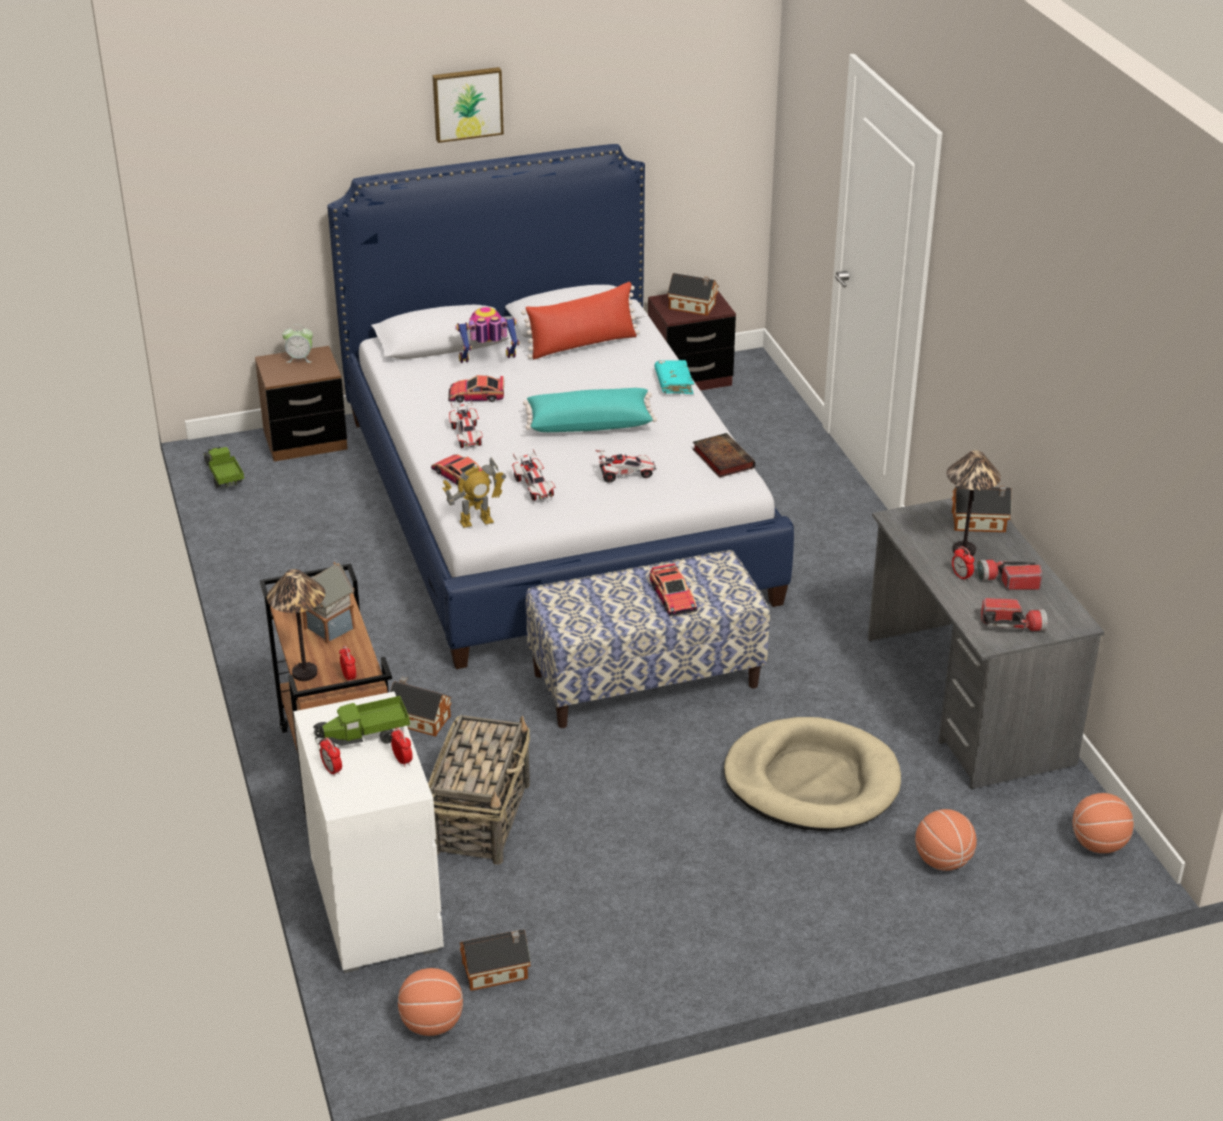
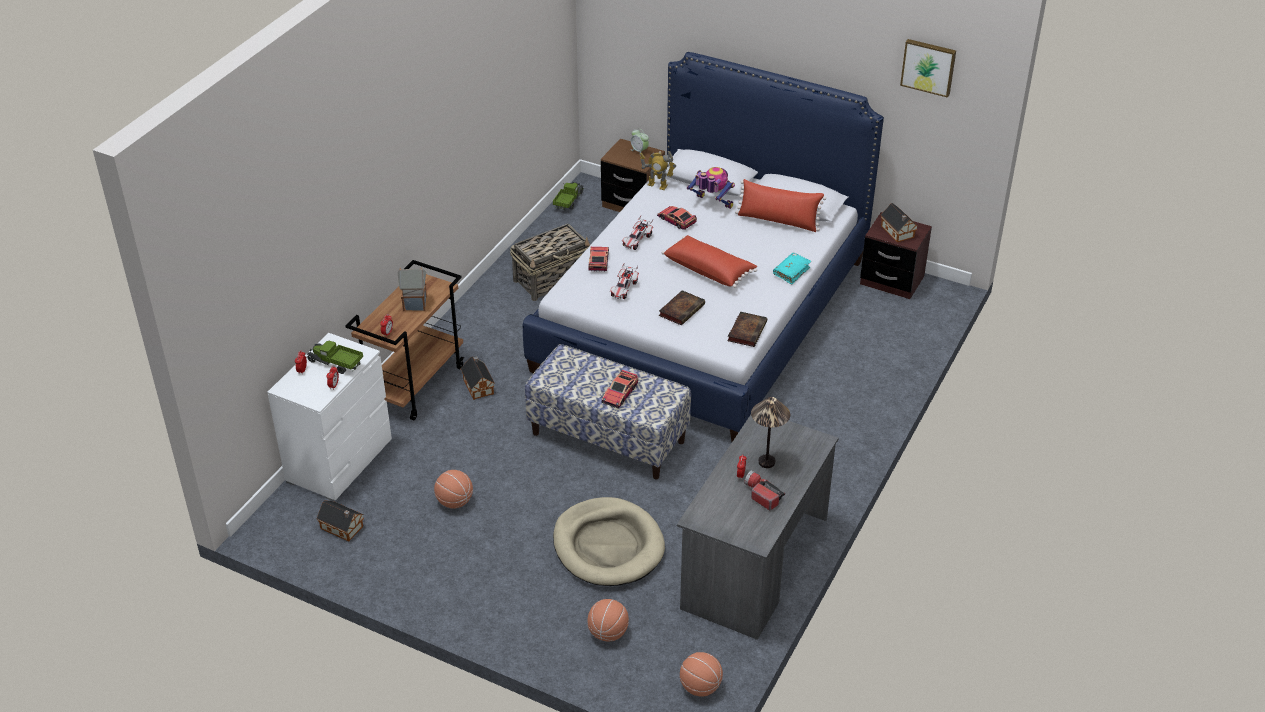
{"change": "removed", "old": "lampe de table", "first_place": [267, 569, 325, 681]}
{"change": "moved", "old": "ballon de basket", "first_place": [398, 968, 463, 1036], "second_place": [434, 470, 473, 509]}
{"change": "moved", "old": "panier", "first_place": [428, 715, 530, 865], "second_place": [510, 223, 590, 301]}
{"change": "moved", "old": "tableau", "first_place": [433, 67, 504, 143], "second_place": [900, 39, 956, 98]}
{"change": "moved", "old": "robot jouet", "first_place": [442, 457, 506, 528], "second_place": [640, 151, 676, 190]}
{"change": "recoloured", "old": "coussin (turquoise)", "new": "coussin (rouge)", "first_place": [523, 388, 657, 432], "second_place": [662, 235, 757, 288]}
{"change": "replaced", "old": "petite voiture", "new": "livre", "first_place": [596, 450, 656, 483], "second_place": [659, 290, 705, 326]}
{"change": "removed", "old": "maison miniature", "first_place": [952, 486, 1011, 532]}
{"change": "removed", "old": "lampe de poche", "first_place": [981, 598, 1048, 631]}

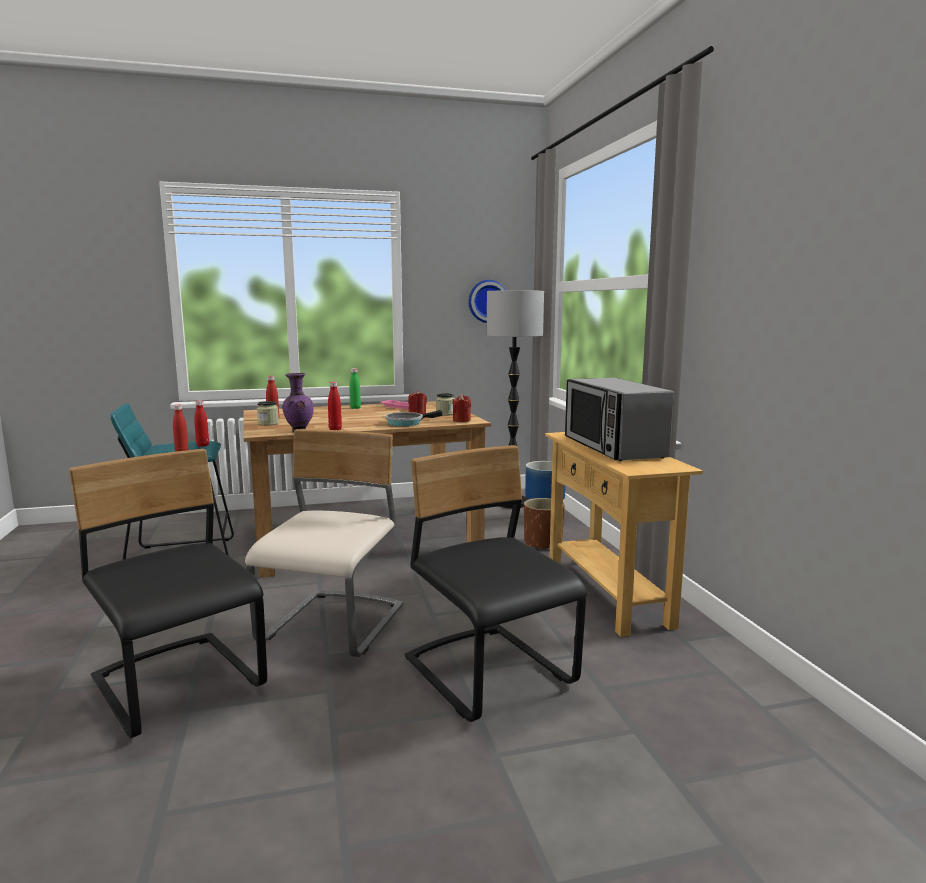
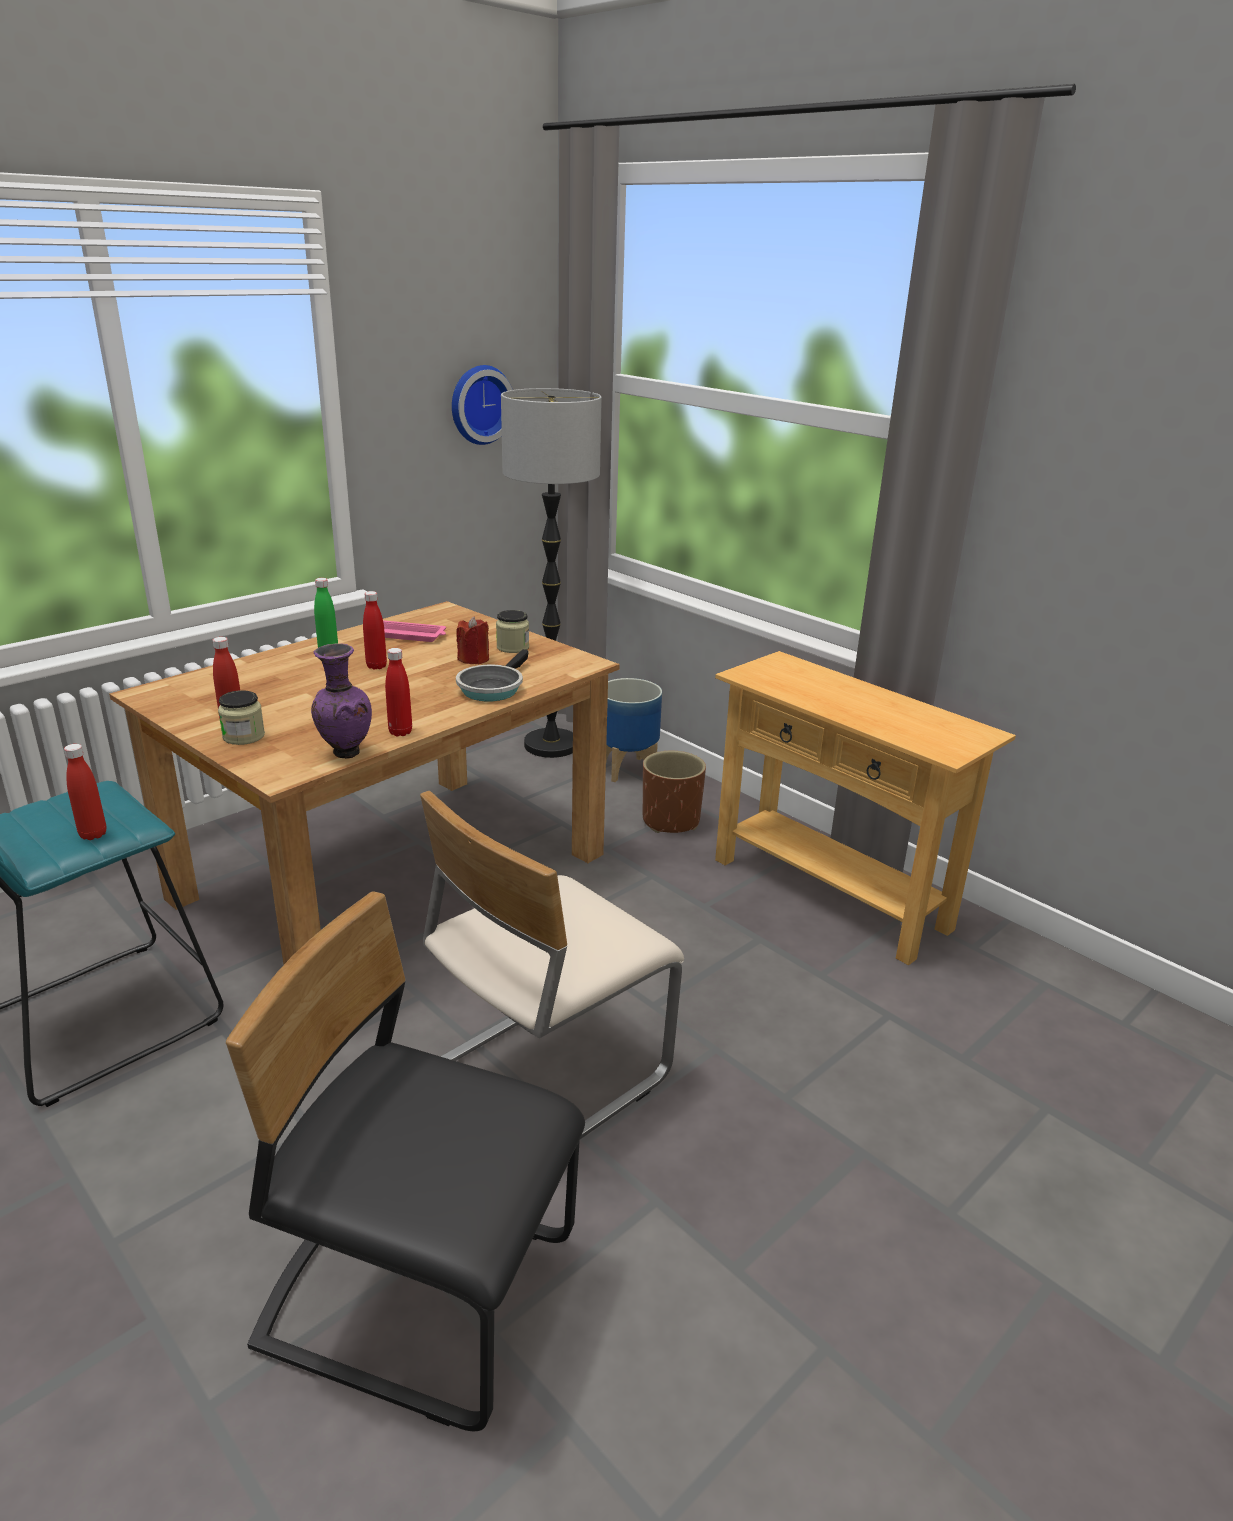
{"change": "moved", "old": "bouteille (rouge)", "first_place": [194, 400, 209, 447], "second_place": [363, 591, 387, 670]}
{"change": "turned", "old": "chaise (beige)", "first_place": [245, 429, 403, 657], "second_place": [420, 791, 684, 1139], "degrees": -120}
{"change": "removed", "old": "chaise (noir)", "first_place": [405, 445, 587, 722]}
{"change": "removed", "old": "bougie (rouge)", "first_place": [452, 395, 471, 422]}
{"change": "removed", "old": "micro-ondes", "first_place": [565, 378, 674, 461]}

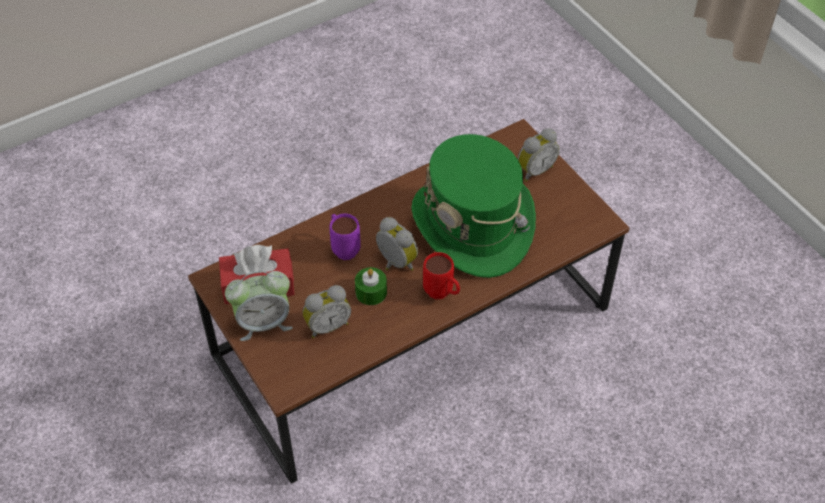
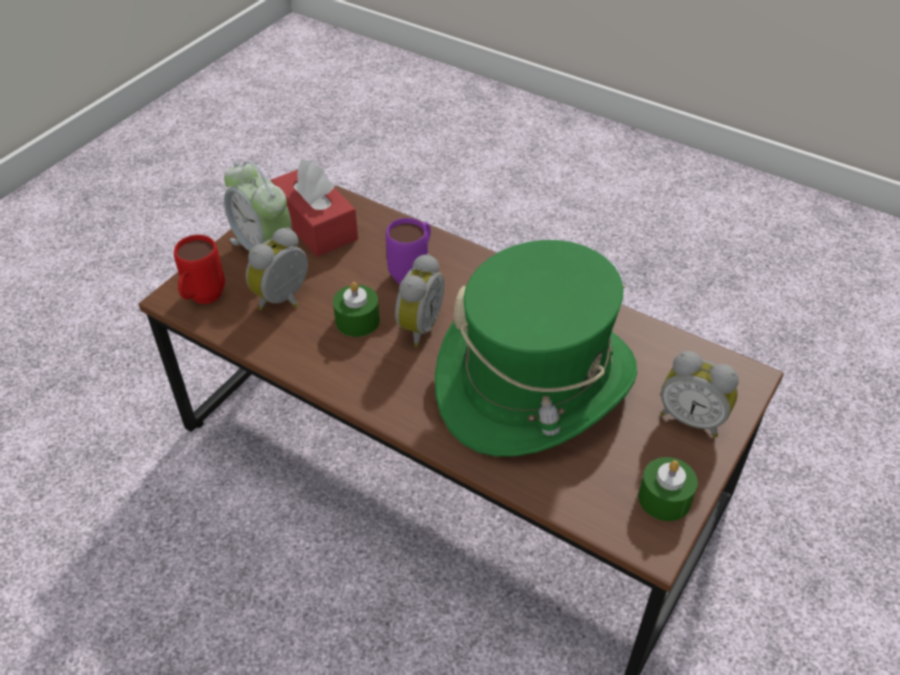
{"change": "turned", "old": "réveil", "first_place": [303, 285, 351, 338], "second_place": [246, 227, 308, 310], "degrees": 90}
{"change": "moved", "old": "mug (rouge)", "first_place": [423, 252, 460, 299], "second_place": [174, 235, 225, 304]}
{"change": "added", "new": "bougie (vert)", "second_place": [638, 457, 698, 521]}

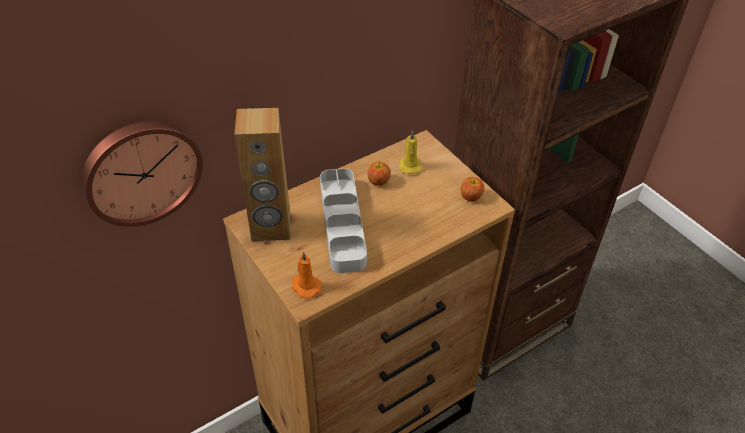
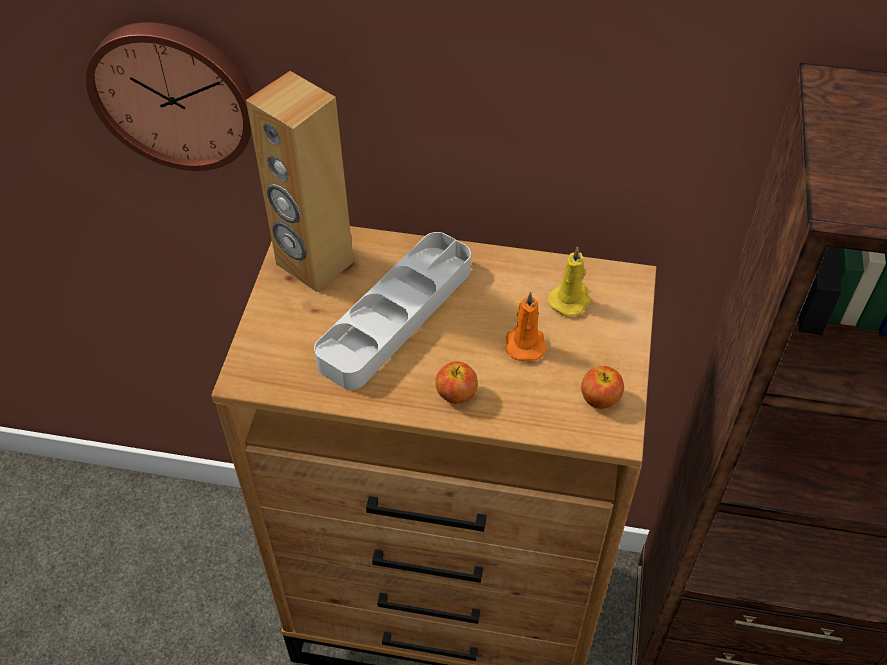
{"change": "moved", "old": "bougie (orange)", "first_place": [292, 251, 322, 298], "second_place": [506, 291, 547, 361]}
{"change": "moved", "old": "pomme", "first_place": [367, 162, 391, 186], "second_place": [435, 361, 478, 404]}

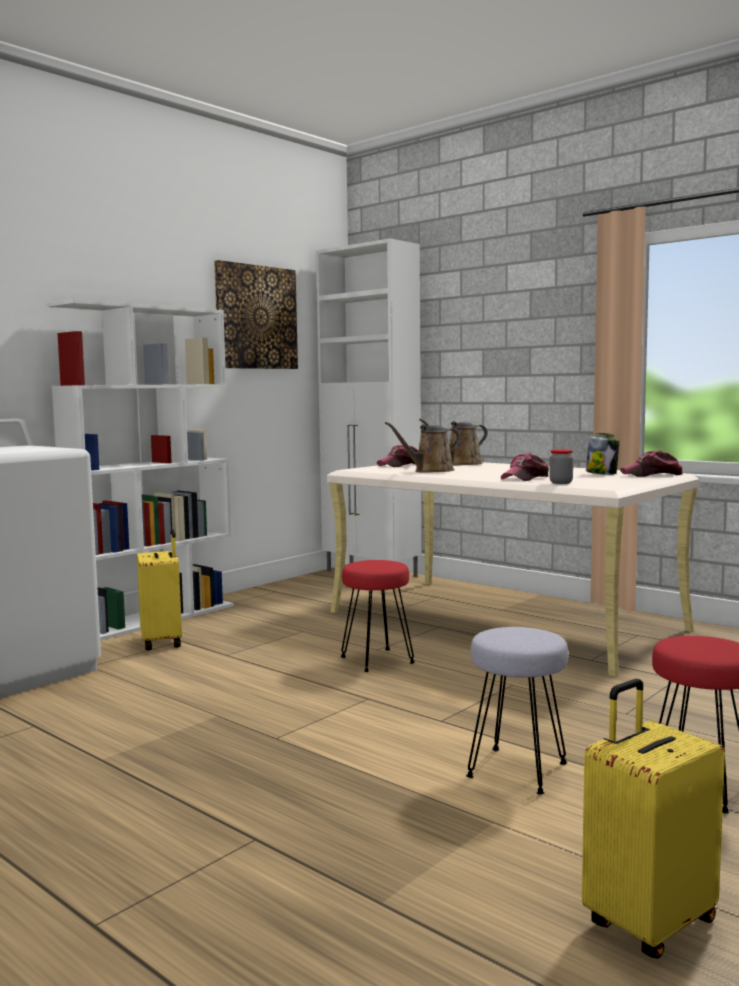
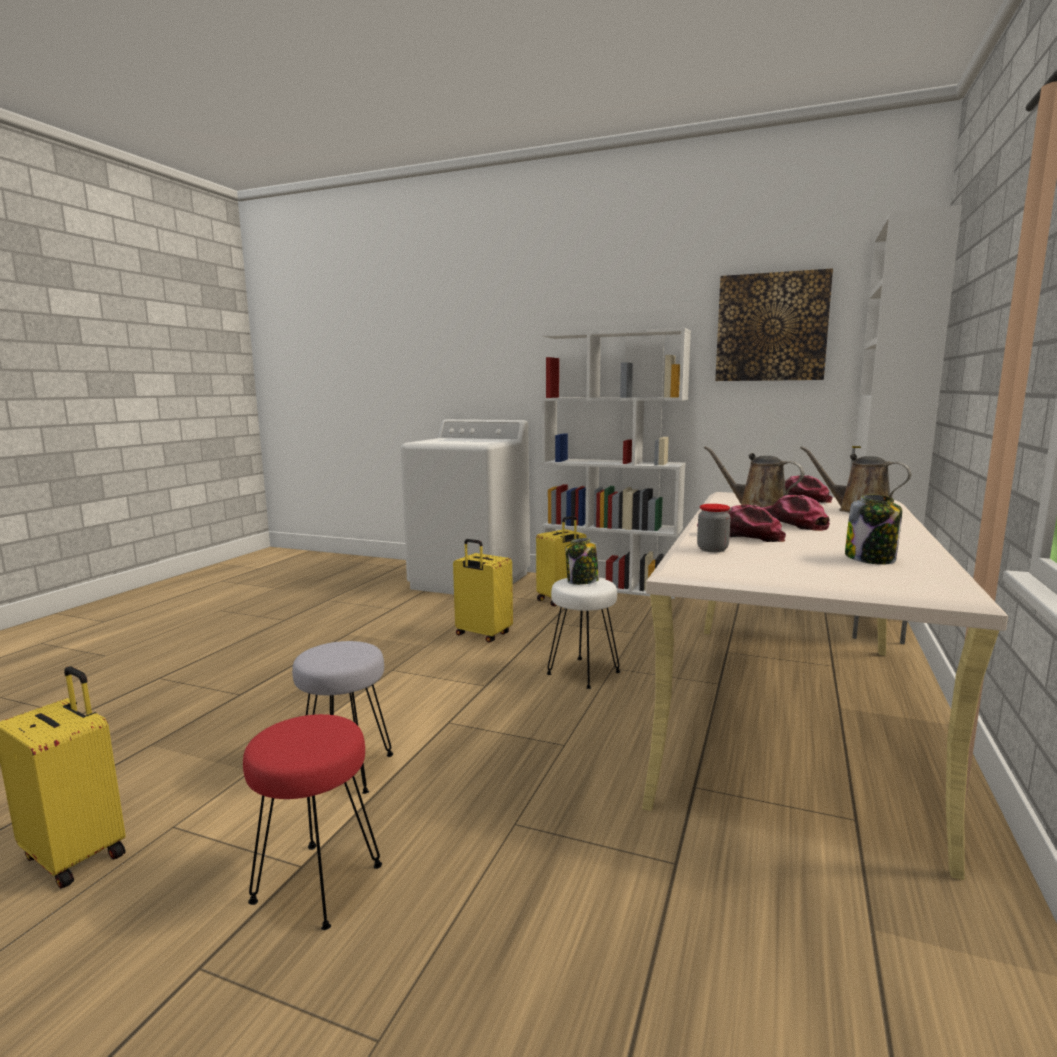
{"change": "recoloured", "old": "tabouret (rouge)", "new": "tabouret (blanc)", "first_place": [341, 560, 415, 672], "second_place": [547, 578, 621, 689]}
{"change": "moved", "old": "casquette", "first_place": [620, 450, 684, 477], "second_place": [761, 495, 830, 531]}
{"change": "added", "new": "valise (jaune)", "second_place": [453, 539, 513, 642]}
{"change": "added", "new": "bocal", "second_place": [565, 538, 599, 585]}

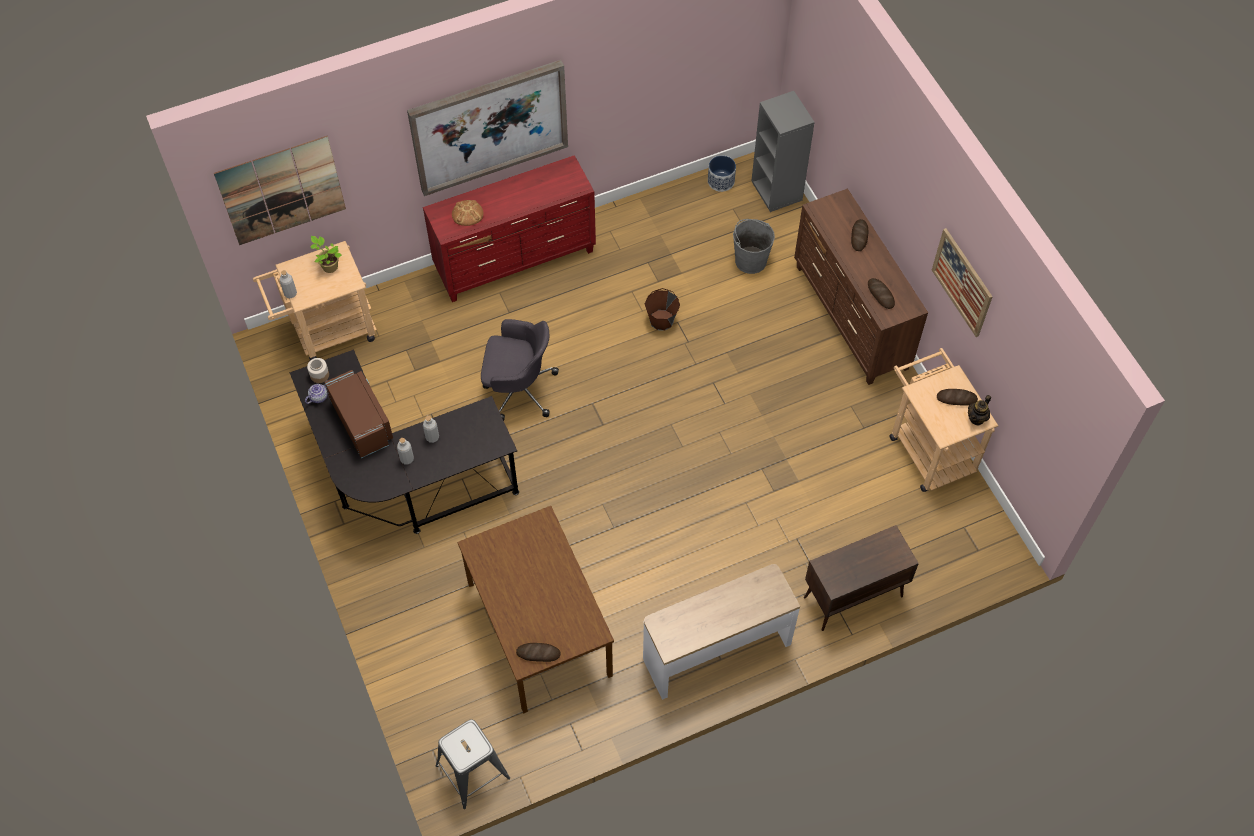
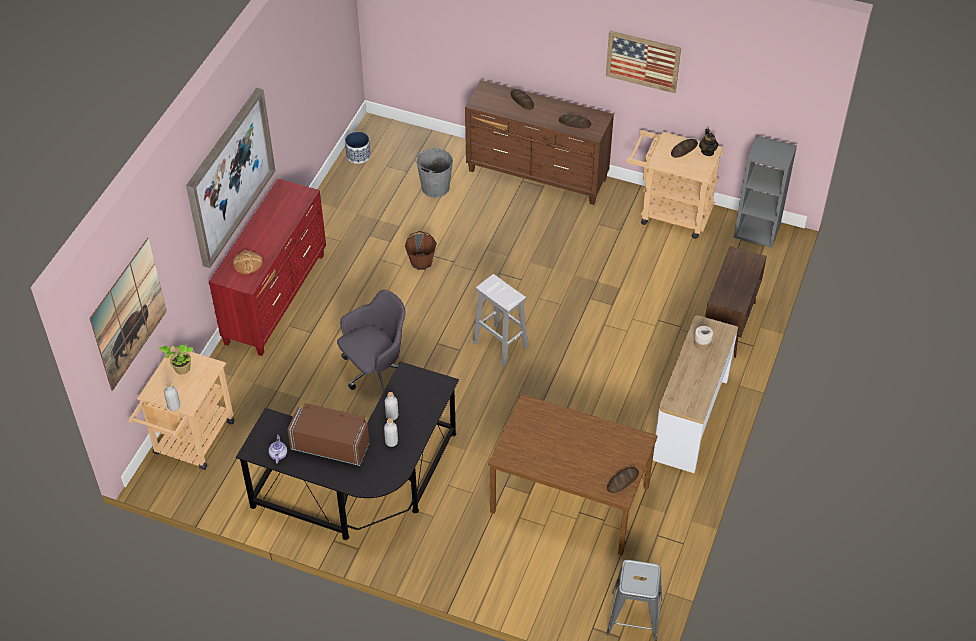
{"change": "moved", "old": "bocal", "first_place": [307, 358, 329, 383], "second_place": [694, 326, 713, 350]}
{"change": "moved", "old": "bibliothèque (gris)", "first_place": [751, 91, 815, 212], "second_place": [734, 135, 797, 248]}
{"change": "added", "new": "tabouret (blanc)", "second_place": [473, 274, 528, 366]}

